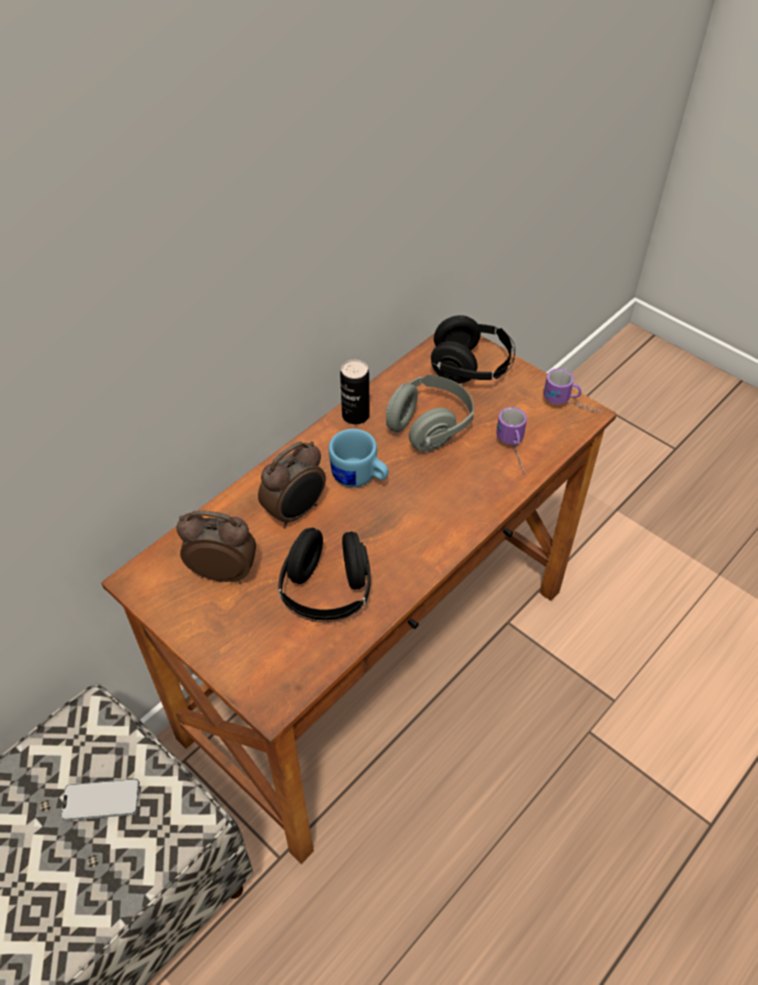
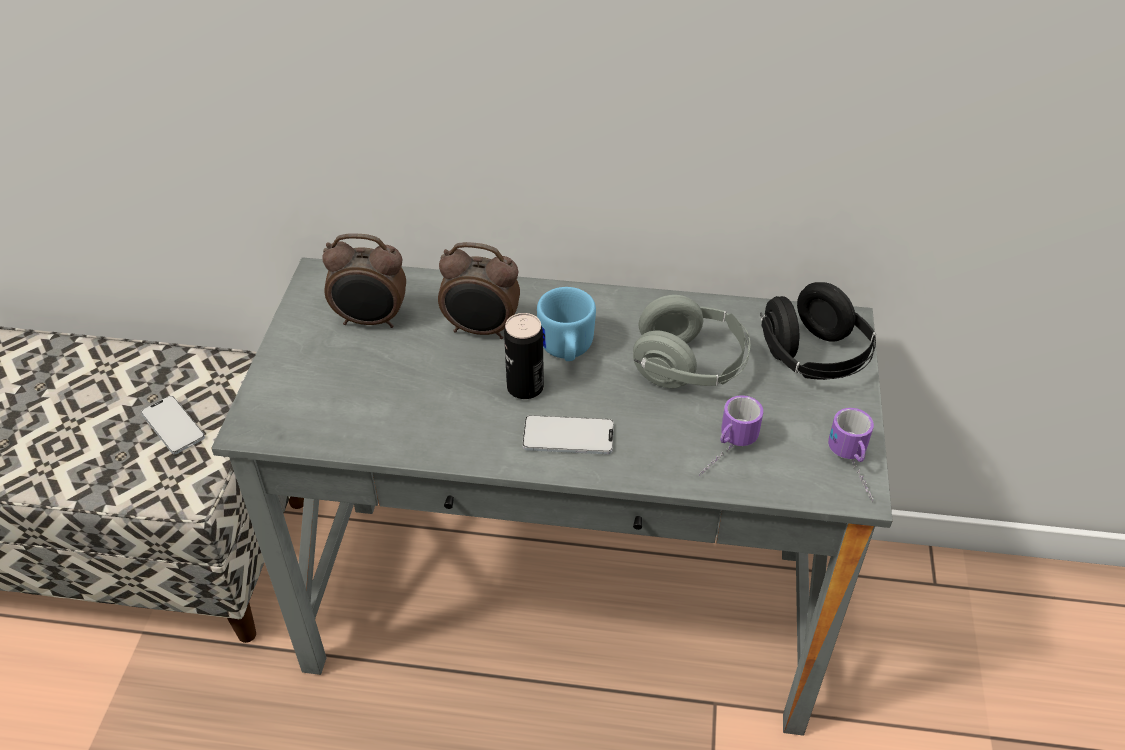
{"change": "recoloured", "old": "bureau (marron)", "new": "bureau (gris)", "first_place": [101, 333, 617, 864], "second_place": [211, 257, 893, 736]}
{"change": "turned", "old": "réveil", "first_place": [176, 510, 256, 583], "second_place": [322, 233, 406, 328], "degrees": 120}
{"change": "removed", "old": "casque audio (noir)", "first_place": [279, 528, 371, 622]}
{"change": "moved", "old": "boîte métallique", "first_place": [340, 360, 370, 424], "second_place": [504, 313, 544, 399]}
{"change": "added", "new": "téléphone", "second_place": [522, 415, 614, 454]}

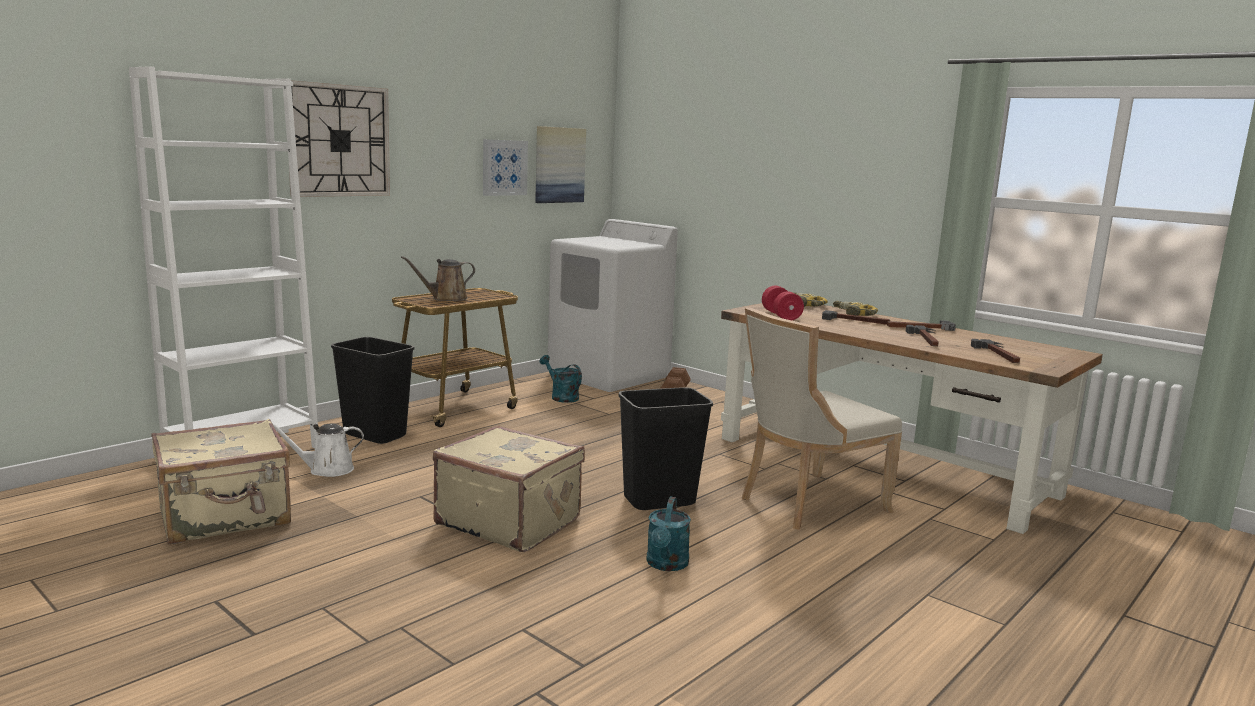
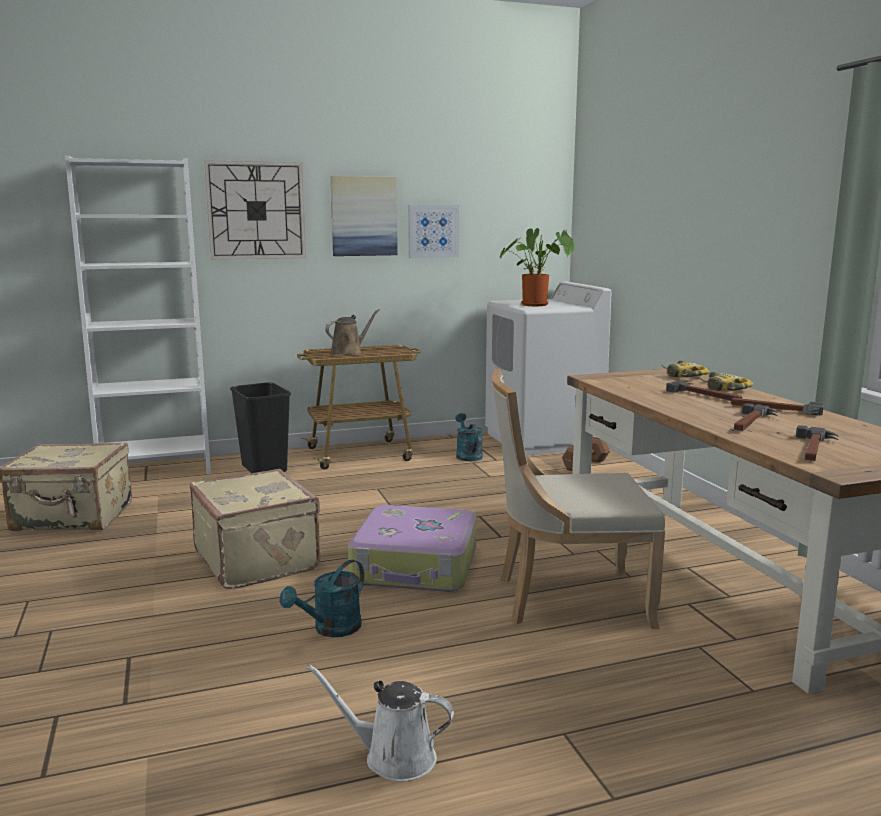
{"change": "moved", "old": "arrosoir (blanc)", "first_place": [272, 423, 364, 477], "second_place": [306, 664, 454, 782]}
{"change": "turned", "old": "arrosoir (marron)", "first_place": [401, 256, 475, 301], "second_place": [325, 309, 380, 356], "degrees": 135}
{"change": "moved", "old": "tableau", "first_place": [535, 126, 586, 203], "second_place": [331, 176, 398, 256]}
{"change": "replaced", "old": "poubelle (noir)", "new": "valise", "first_place": [618, 387, 713, 510], "second_place": [348, 505, 476, 592]}
{"change": "removed", "old": "haltère (rouge)", "first_place": [762, 286, 804, 320]}
{"change": "added", "new": "plante en pot", "second_place": [500, 228, 575, 306]}

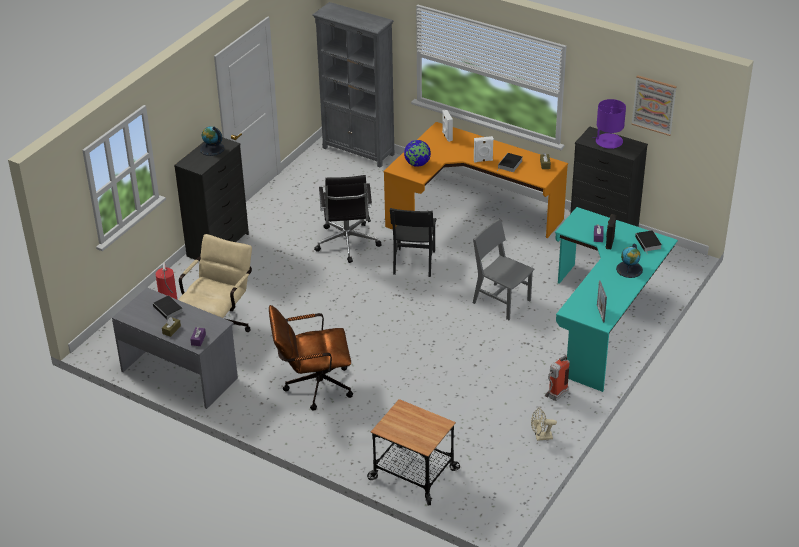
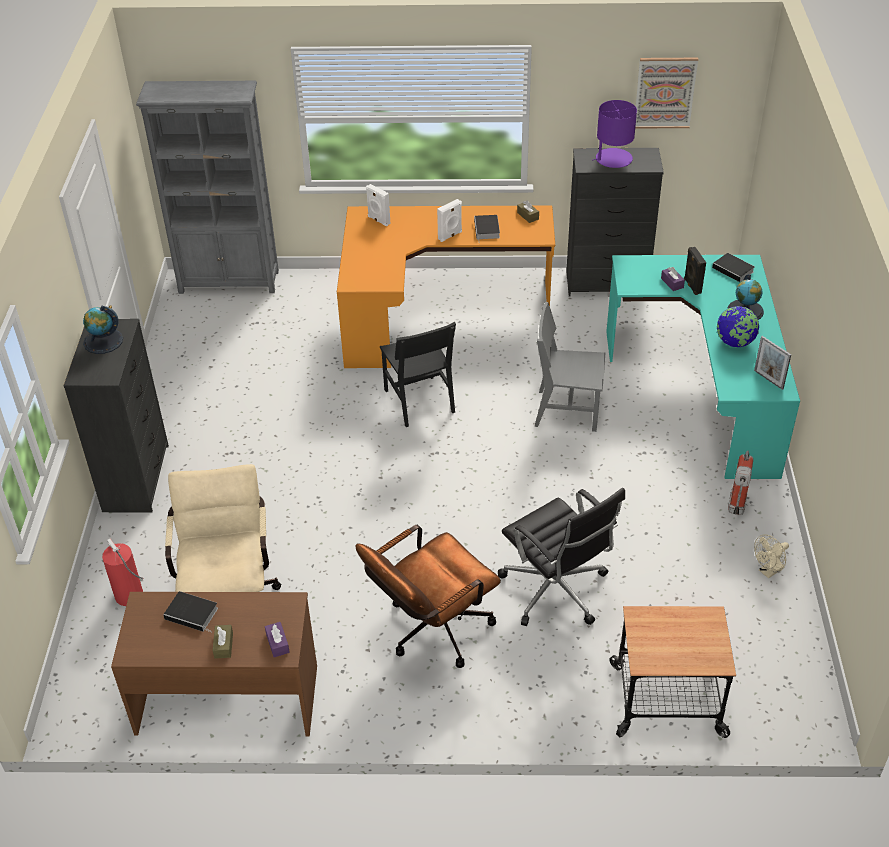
{"change": "recoloured", "old": "bureau (gris)", "new": "bureau (marron)", "first_place": [112, 288, 238, 409], "second_place": [111, 592, 317, 736]}
{"change": "moved", "old": "chaise de bureau (noir)", "first_place": [314, 175, 382, 263], "second_place": [498, 488, 625, 626]}
{"change": "moved", "old": "globe", "first_place": [404, 140, 431, 167], "second_place": [717, 306, 759, 347]}

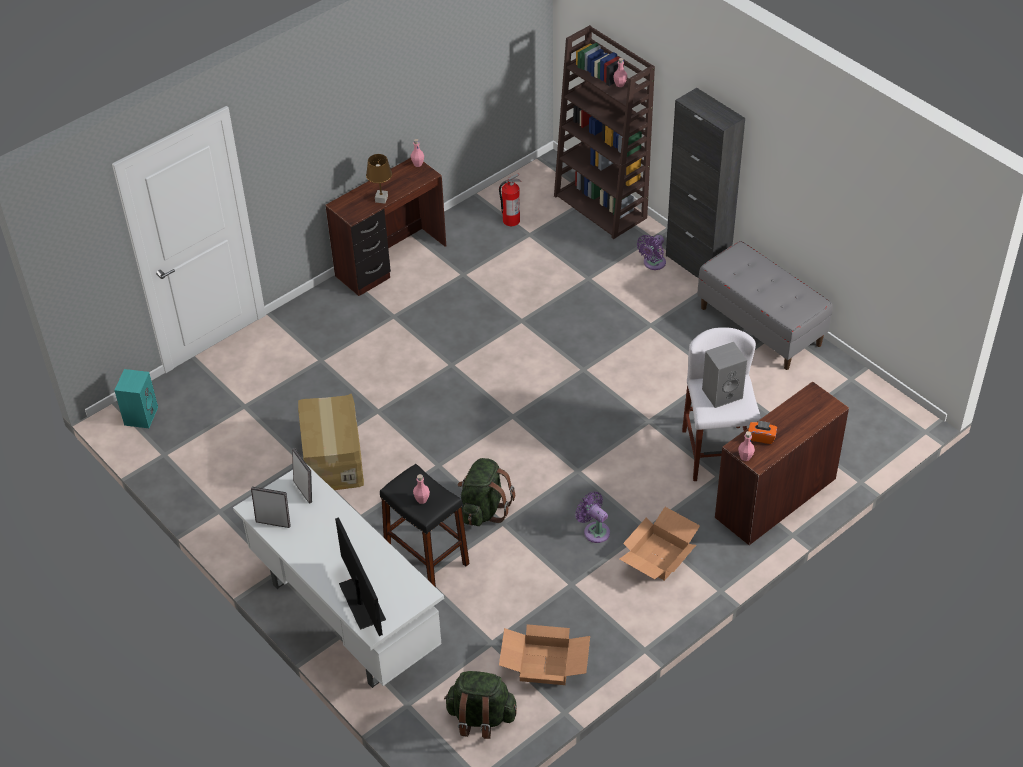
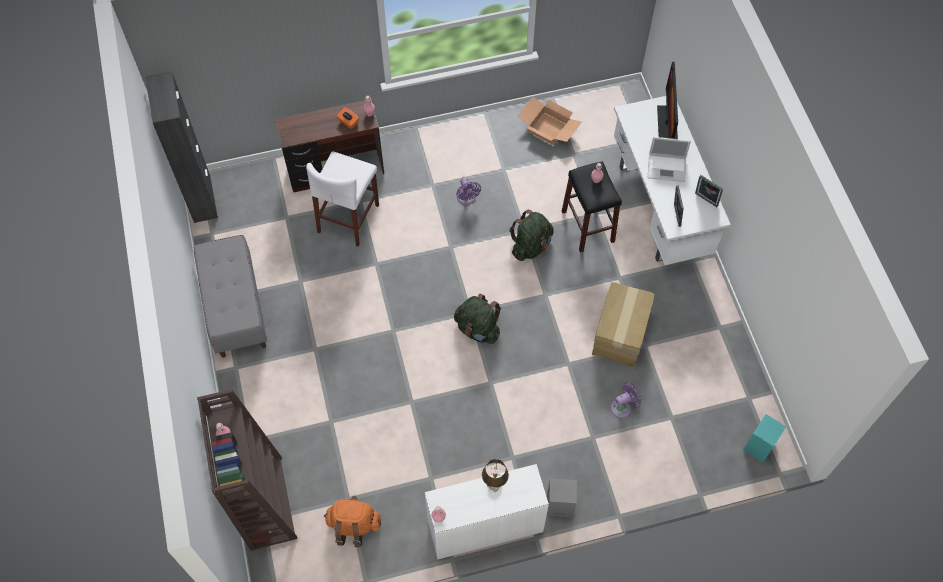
{"change": "recoloured", "old": "bureau (marron)", "new": "bureau (blanc)", "first_place": [325, 158, 446, 296], "second_place": [425, 464, 549, 559]}
{"change": "moved", "old": "sac à dos (vert)", "first_place": [444, 671, 517, 739], "second_place": [454, 293, 501, 344]}
{"change": "replaced", "old": "extincteur", "new": "sac à dos (orange)", "first_place": [499, 173, 521, 226], "second_place": [324, 496, 381, 547]}
{"change": "removed", "old": "carton", "first_place": [620, 507, 700, 581]}
{"change": "moved", "old": "ventilateur (violet)", "first_place": [637, 235, 666, 270], "second_place": [610, 382, 642, 418]}
{"change": "moved", "old": "meuble de rangement (noir)", "first_place": [666, 88, 745, 278], "second_place": [145, 71, 218, 223]}
{"change": "moved", "old": "enceinte (gris)", "first_place": [702, 342, 747, 408], "second_place": [547, 479, 577, 517]}
{"change": "added", "new": "ordinateur portable", "second_place": [648, 137, 691, 182]}

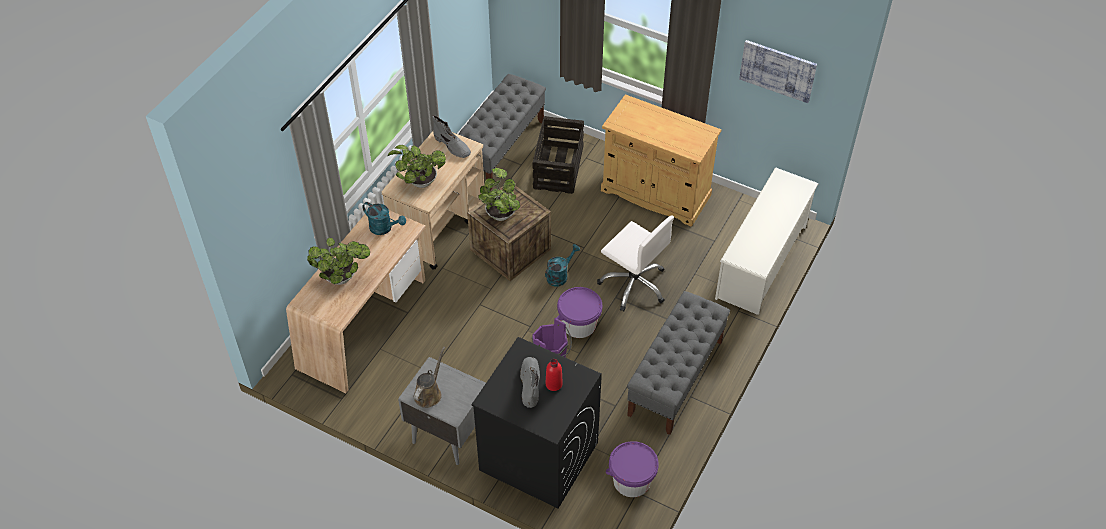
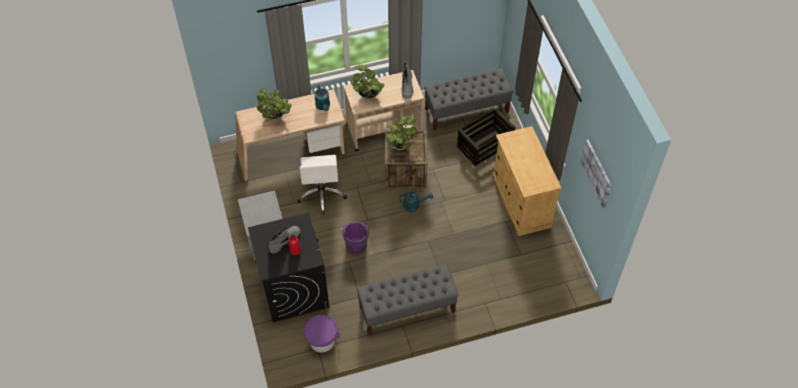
{"change": "removed", "old": "arrosoir (marron)", "first_place": [414, 347, 445, 408]}
{"change": "removed", "old": "seau (violet)", "first_place": [556, 287, 602, 338]}
{"change": "moved", "old": "chaise de bureau (blanc)", "first_place": [597, 215, 674, 311], "second_place": [297, 155, 347, 215]}
{"change": "removed", "old": "étagère à chaussures (blanc)", "first_place": [715, 167, 819, 315]}

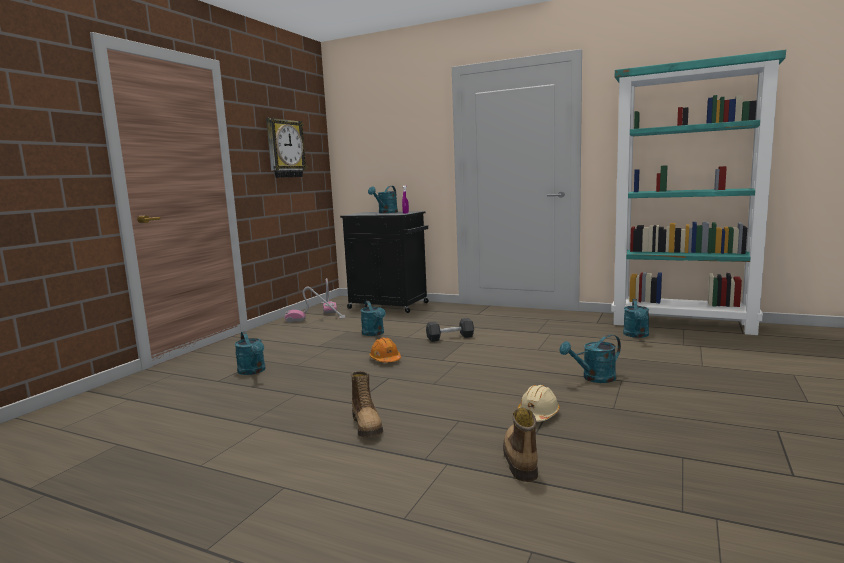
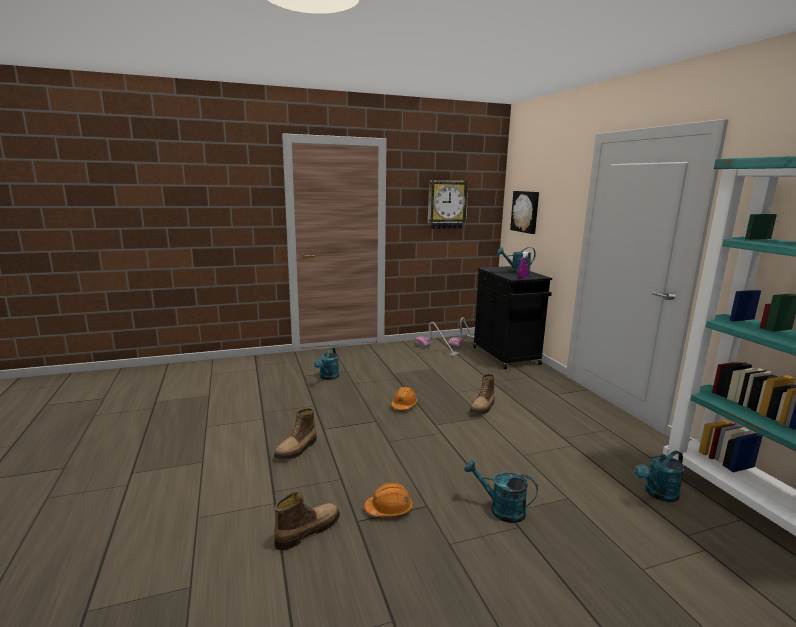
{"change": "removed", "old": "arrosoir (turquoise)", "first_place": [360, 301, 386, 336]}
{"change": "replaced", "old": "haltère (noir)", "new": "botte", "first_place": [426, 318, 474, 342], "second_place": [470, 374, 495, 414]}
{"change": "recoloured", "old": "casque de chantier (beige)", "new": "casque de chantier (orange)", "first_place": [518, 385, 560, 422], "second_place": [364, 483, 413, 517]}
{"change": "added", "new": "tableau", "second_place": [510, 191, 539, 234]}

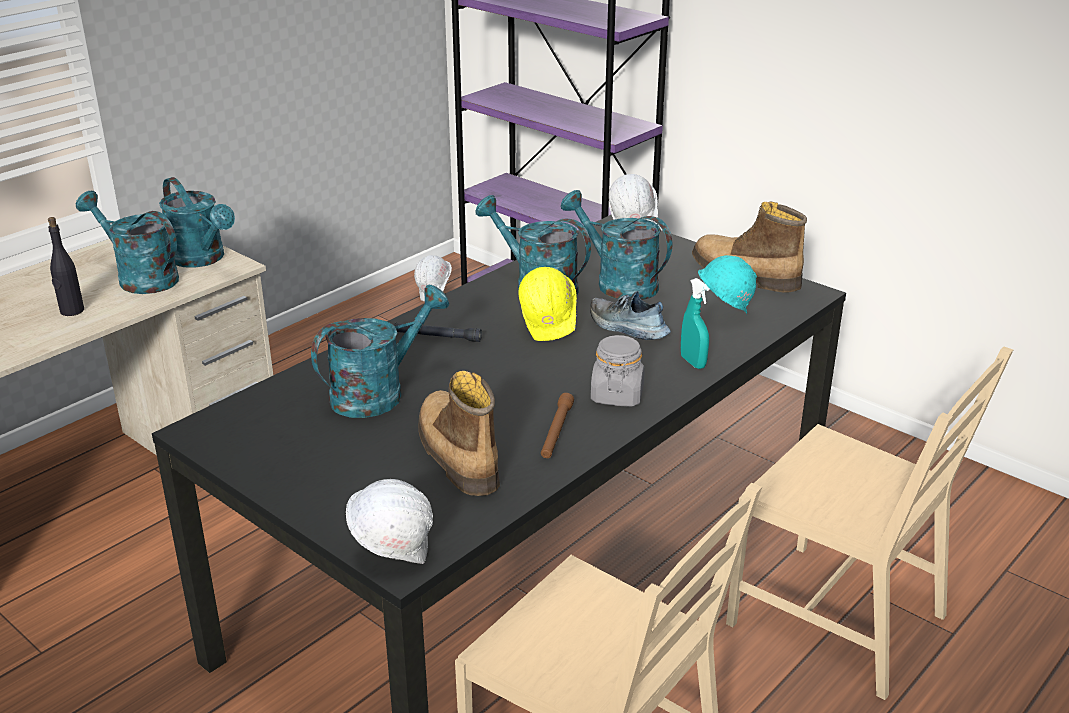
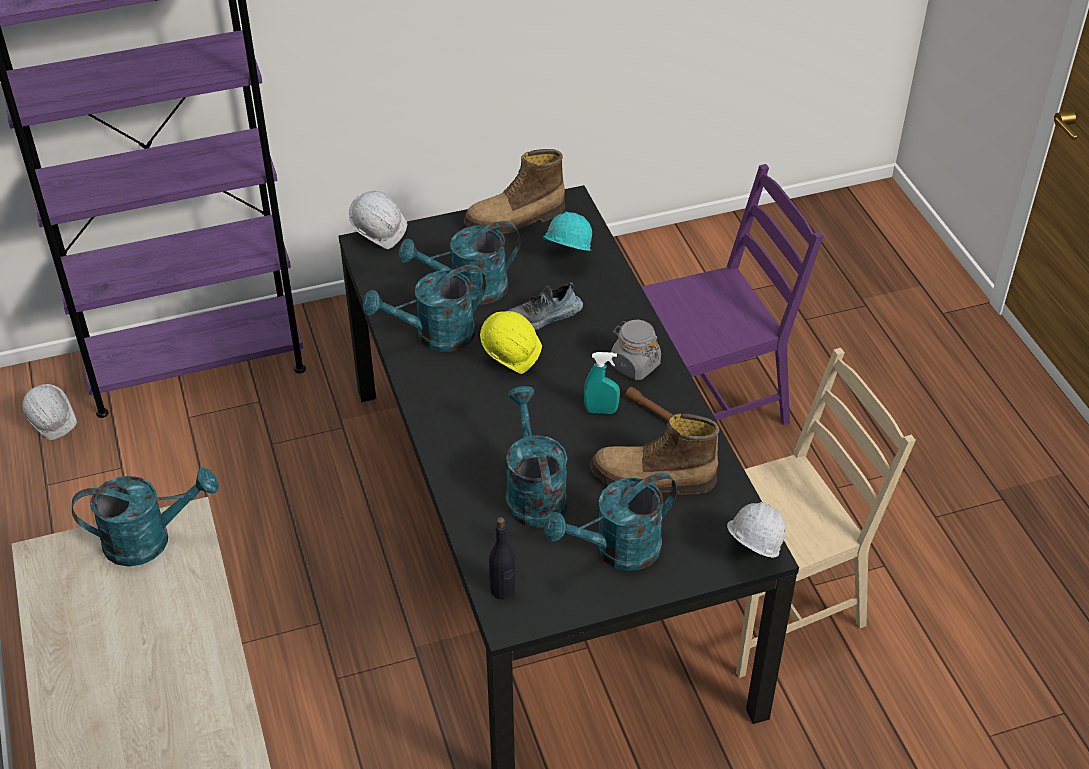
{"change": "moved", "old": "bouteille (noir)", "first_place": [48, 217, 84, 316], "second_place": [489, 517, 516, 599]}
{"change": "moved", "old": "arrosoir (turquoise)", "first_place": [76, 191, 179, 294], "second_place": [544, 473, 677, 571]}
{"change": "removed", "old": "lampe de poche (noir)", "first_place": [393, 323, 482, 342]}
{"change": "moved", "old": "vaporisateur (turquoise)", "first_place": [681, 278, 710, 369], "second_place": [584, 352, 620, 414]}
{"change": "recoloured", "old": "chaise (beige)", "new": "chaise (violet)", "first_place": [726, 346, 1013, 700], "second_place": [642, 164, 823, 425]}

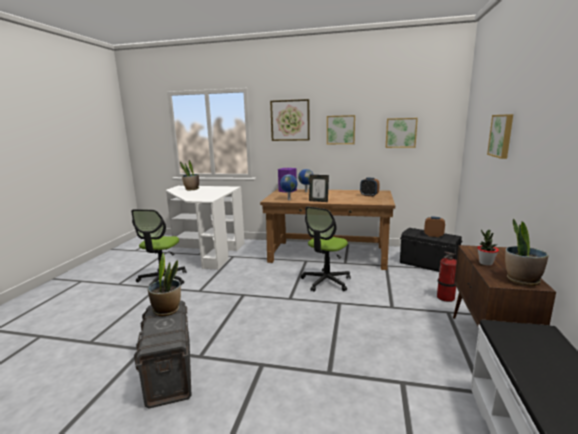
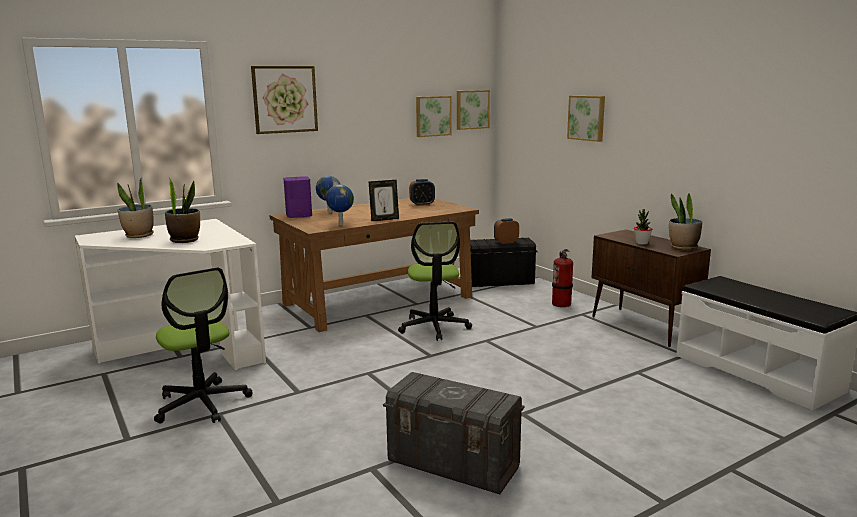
{"change": "moved", "old": "plante en pot", "first_place": [148, 253, 181, 316], "second_place": [165, 178, 200, 243]}
{"change": "moved", "old": "tableau", "first_place": [327, 115, 355, 144], "second_place": [457, 90, 490, 130]}

